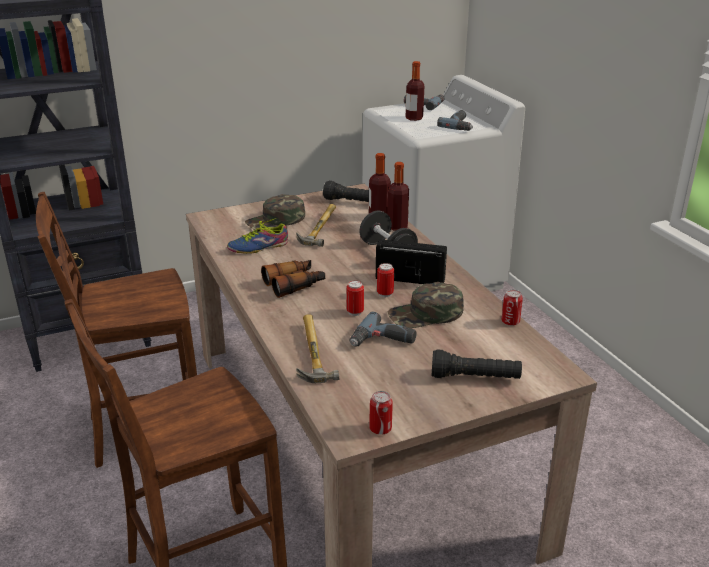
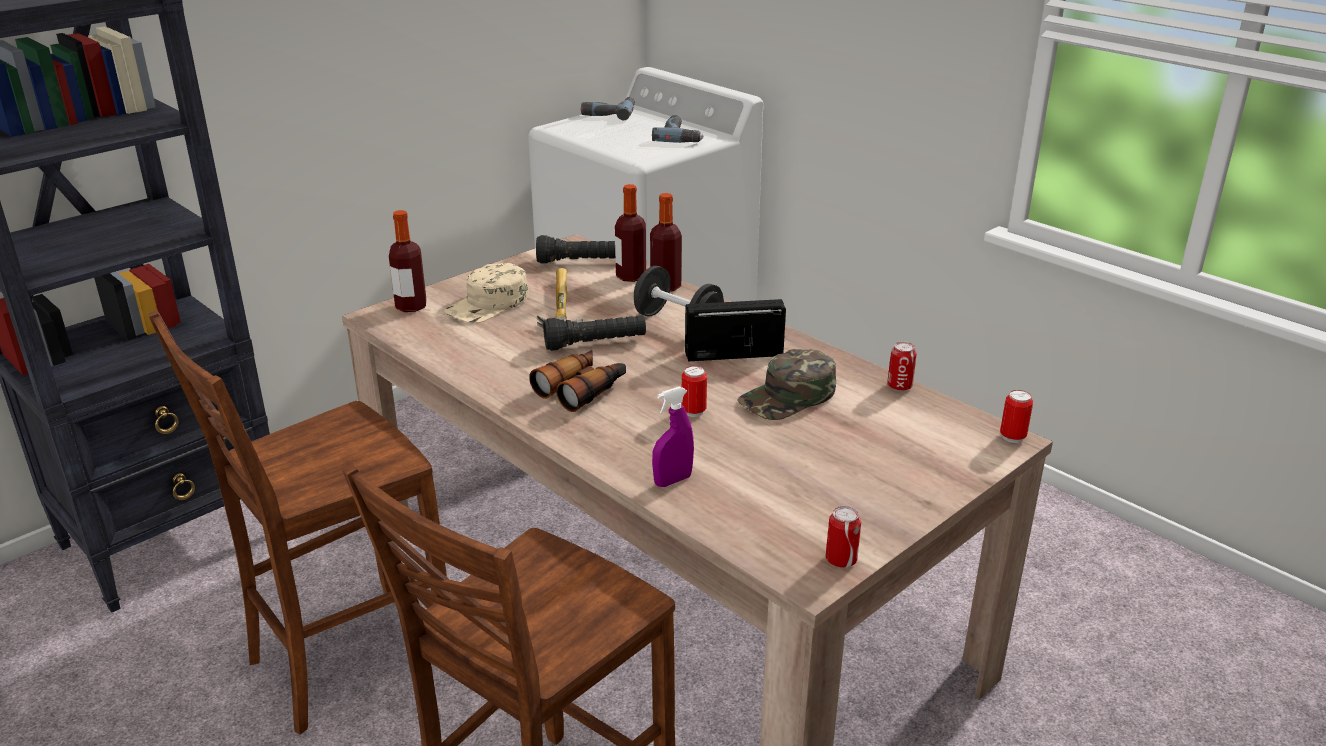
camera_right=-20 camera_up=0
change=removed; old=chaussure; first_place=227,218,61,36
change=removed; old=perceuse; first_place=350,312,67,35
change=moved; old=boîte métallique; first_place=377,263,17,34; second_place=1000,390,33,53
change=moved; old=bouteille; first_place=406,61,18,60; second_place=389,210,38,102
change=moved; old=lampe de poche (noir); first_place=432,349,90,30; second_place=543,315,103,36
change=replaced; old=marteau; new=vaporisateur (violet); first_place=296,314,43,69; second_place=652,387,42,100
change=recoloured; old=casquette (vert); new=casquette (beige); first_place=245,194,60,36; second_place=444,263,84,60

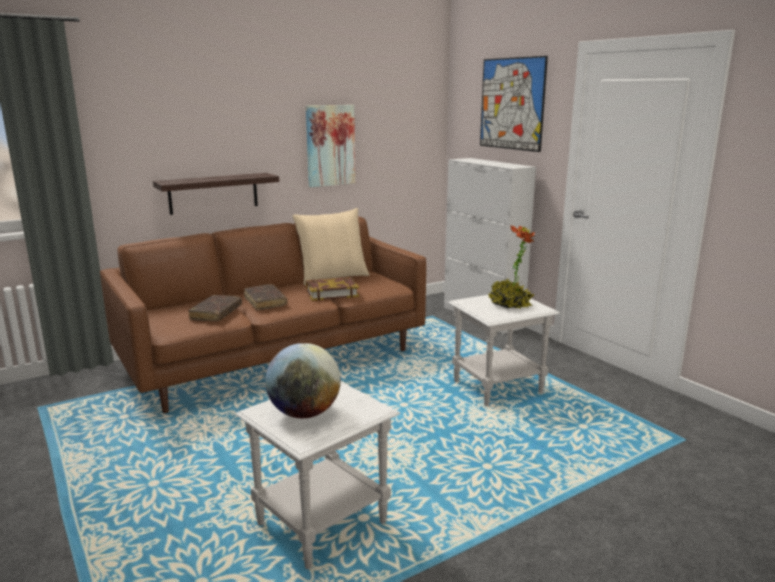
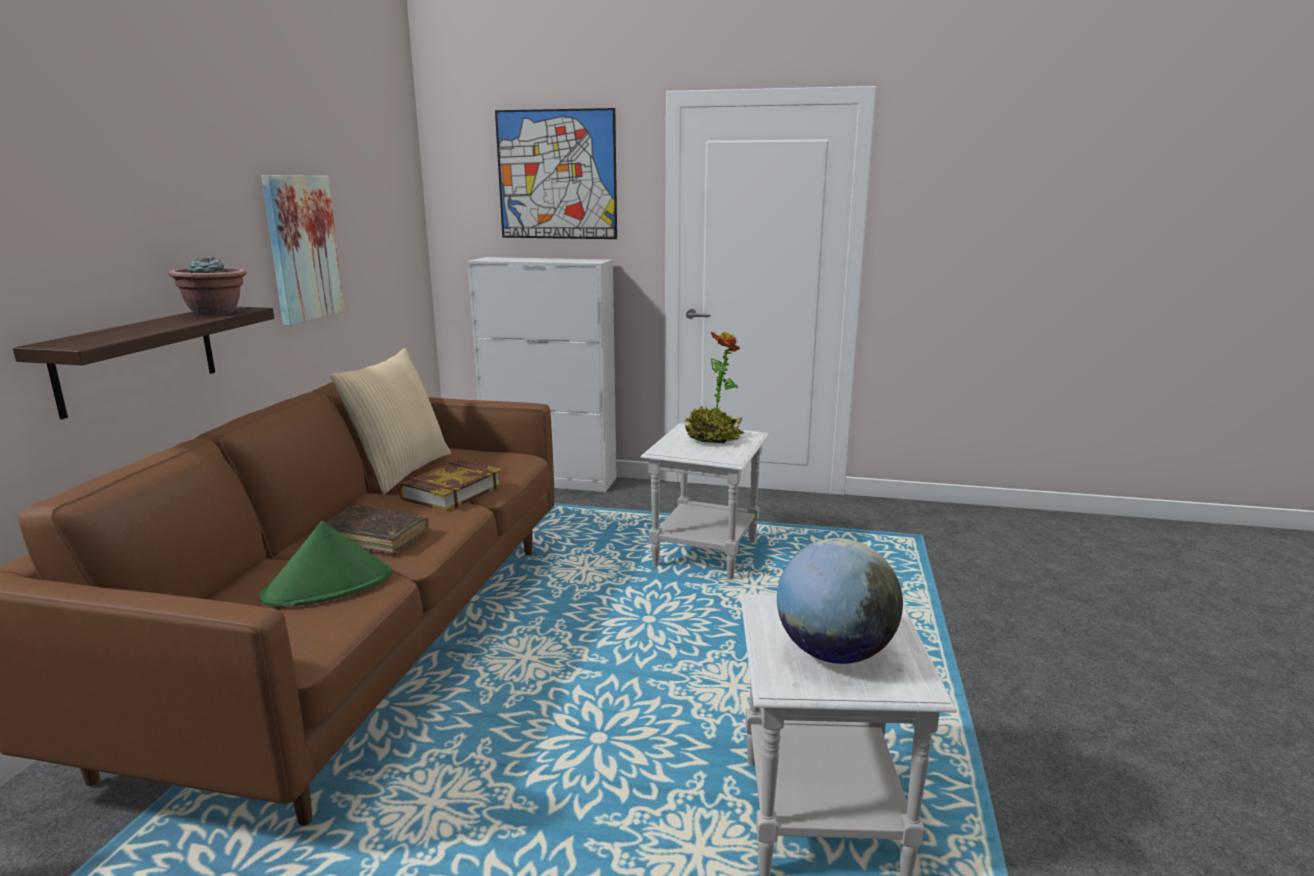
camera_right=-45 camera_up=0
change=added; new=plante en pot; second_place=169,257,78,59
change=replaced; old=livre (marron); new=chapeau (vert); first_place=188,295,54,26; second_place=259,521,134,86

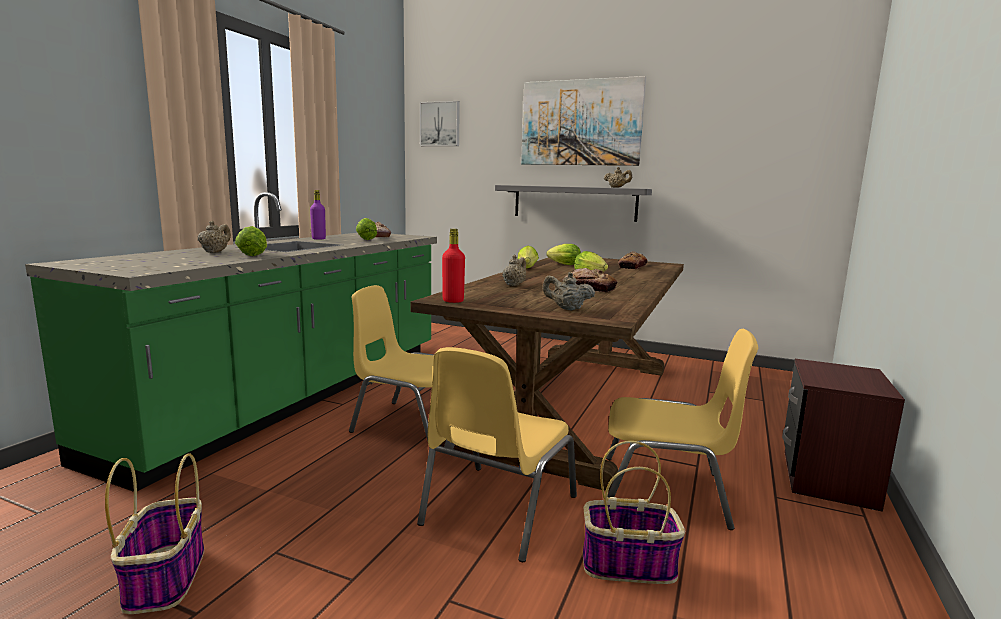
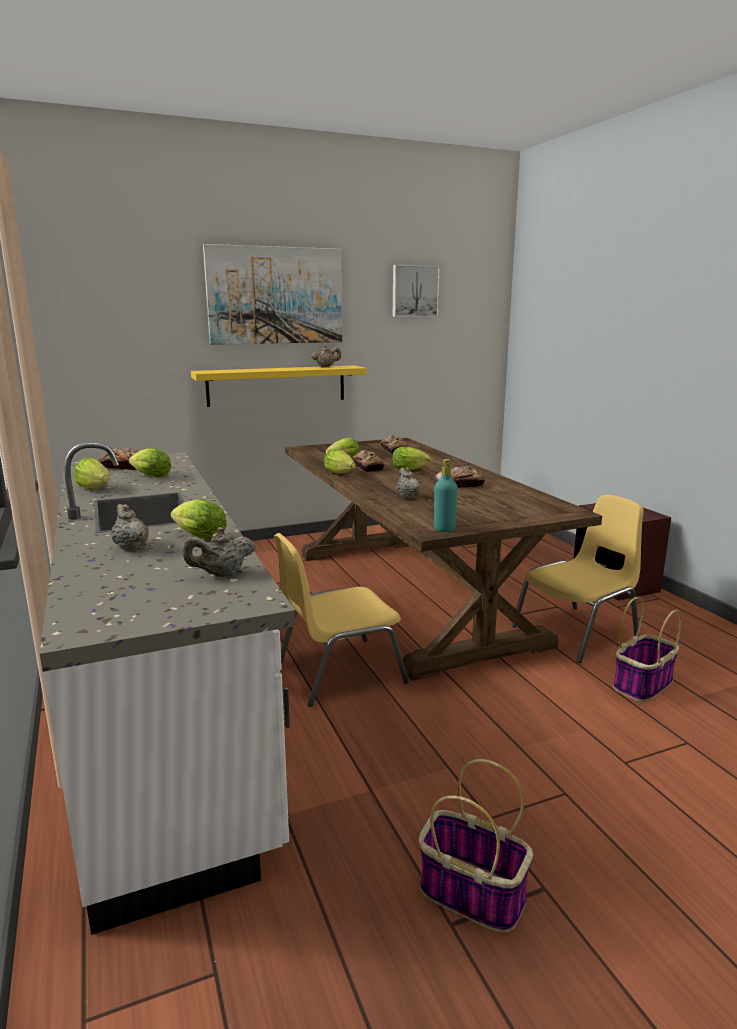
camera_right=-45 camera_up=5
change=removed; old=chaise (jaune); first_place=417,347,160,215
change=added; new=pain; second_place=352,450,33,22
change=moved; old=tableau; first_place=420,101,40,45; second_place=393,265,47,52
change=moved; old=théière (beige); first_place=542,272,53,39; second_place=183,527,72,50
change=replaced; old=bouteille (violet); new=laitue; first_place=310,190,16,50; second_place=74,458,36,32
change=recoloured; old=comptoir de cuisine (vert); new=comptoir de cuisine (blanc); first_place=25,192,412,300; second_place=40,442,255,493
change=recoloured; old=bouteille (rouge); new=bouteille (turquoise); first_place=442,229,23,74; second_place=434,459,24,73
change=recoloured; old=étagère (gris); new=étagère (jaune); first_place=495,185,157,37; second_place=191,365,176,42

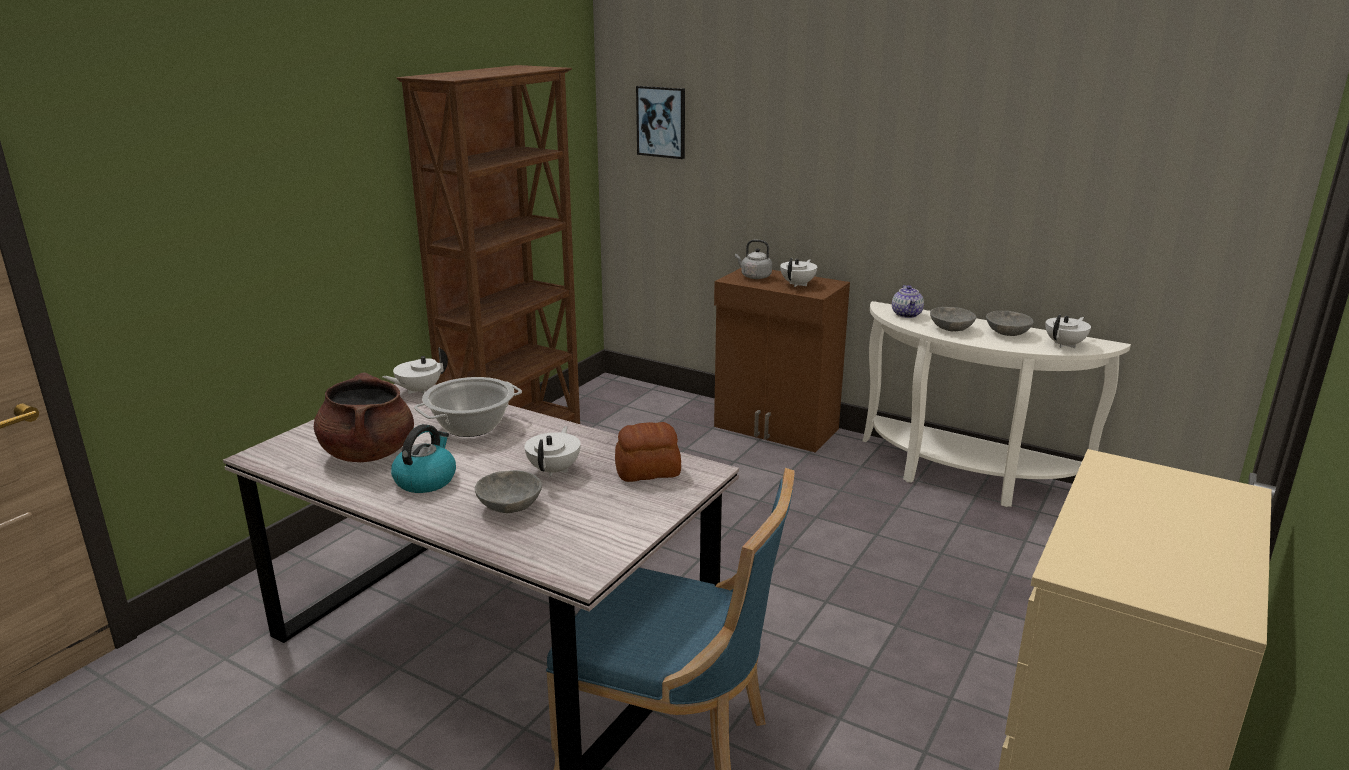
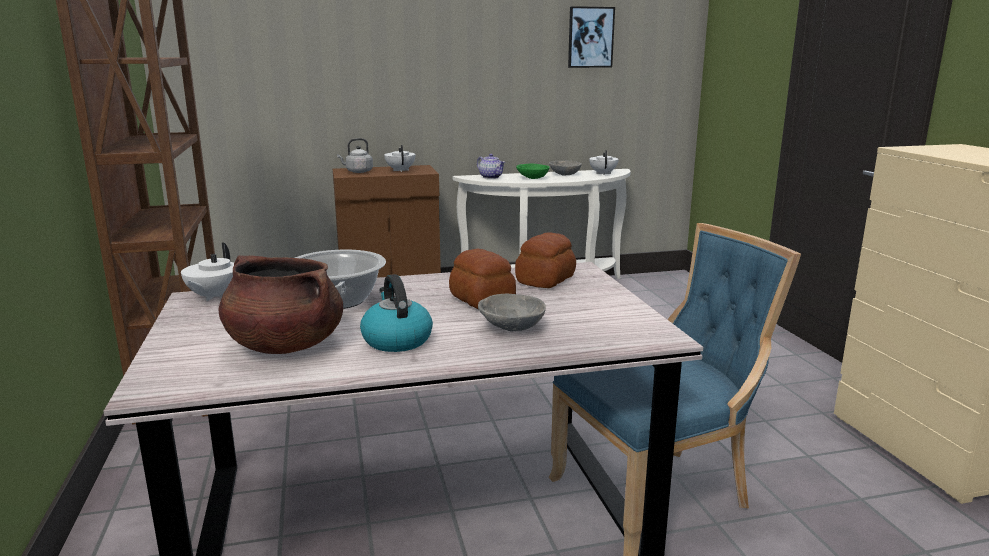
camera_right=-45 camera_up=-5
change=moved; old=tableau; first_place=636,86,49,73; second_place=568,6,47,62
change=replaced; old=théière (blanc); new=pain; first_place=524,426,57,51; second_place=449,249,67,60
change=recoloured; old=bol (gris); new=bol (vert); first_place=930,307,46,24; second_place=516,164,34,15

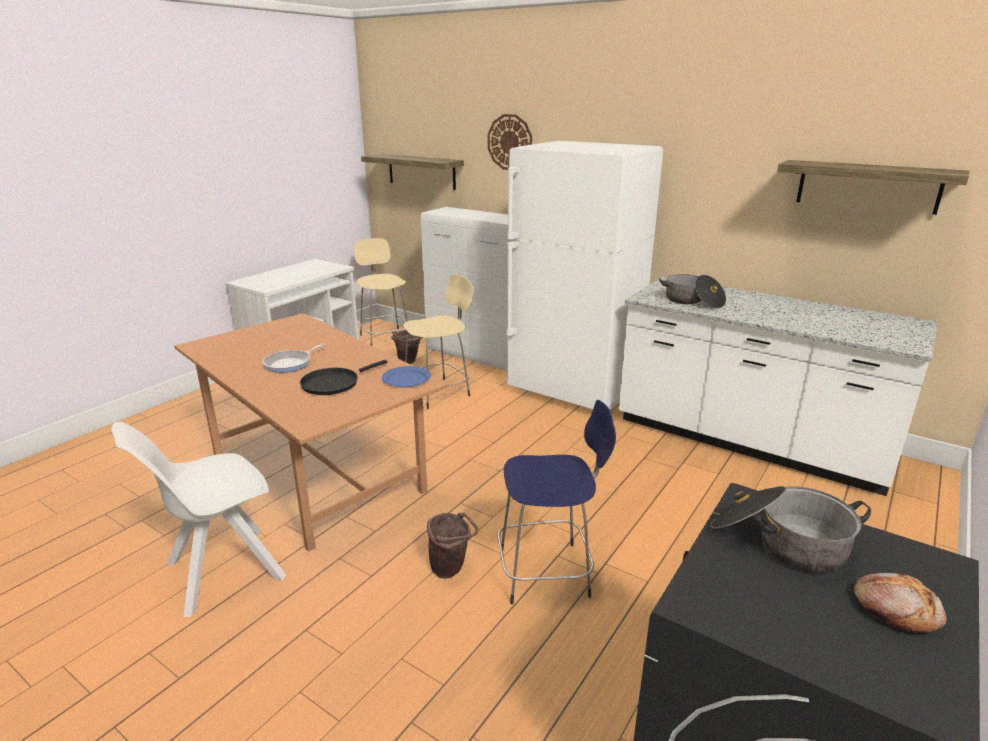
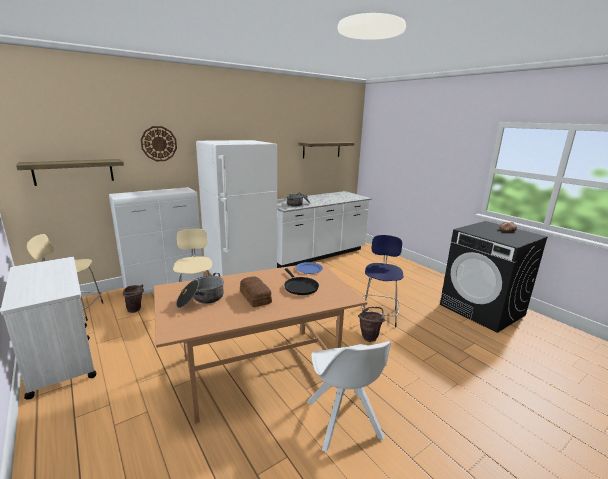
camera_right=-70 camera_up=-5
change=moved; old=marmite; first_place=711,486,160,87; second_place=176,273,48,35
change=replaced; old=poêle; new=pain; first_place=262,344,63,29; second_place=240,276,32,31

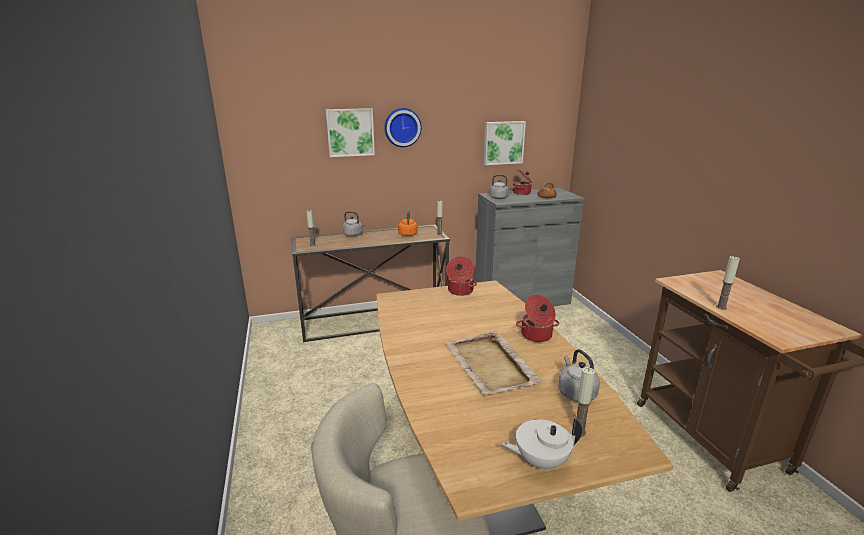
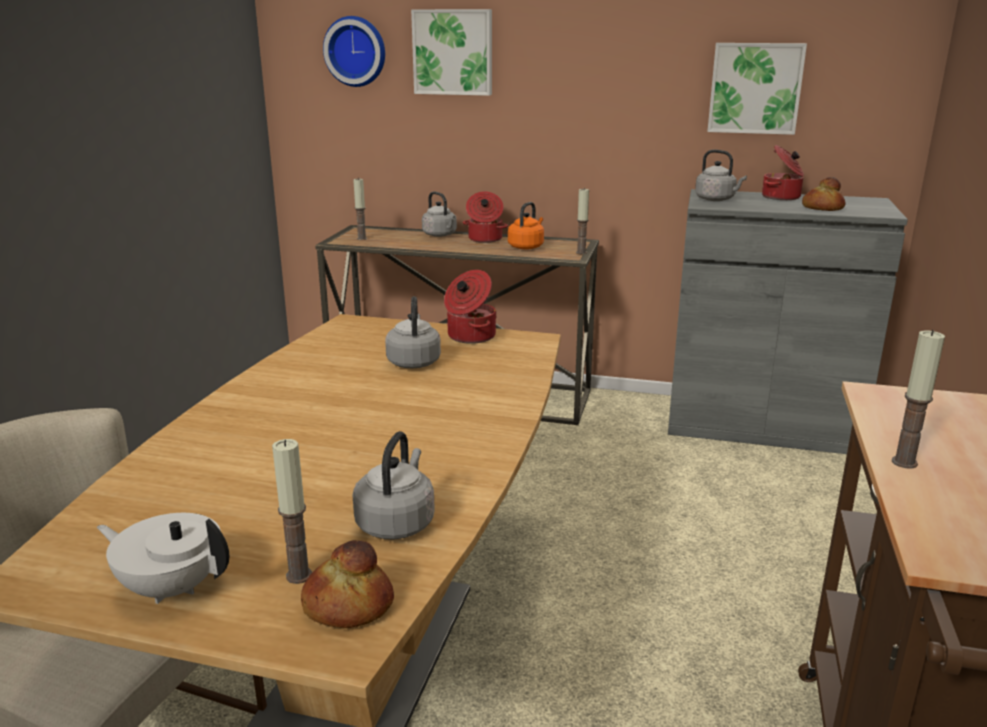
camera_right=30 camera_up=0
change=removed; old=plateau (beige); first_place=446,331,97,64
change=added; new=pain; second_place=301,540,93,88
change=added; new=bouilloire (gris); second_place=385,296,56,72
change=moved; old=horloge murale; first_place=384,108,38,39; second_place=323,16,62,71
change=moved; old=marmite; first_place=516,295,43,47; second_place=463,191,45,52

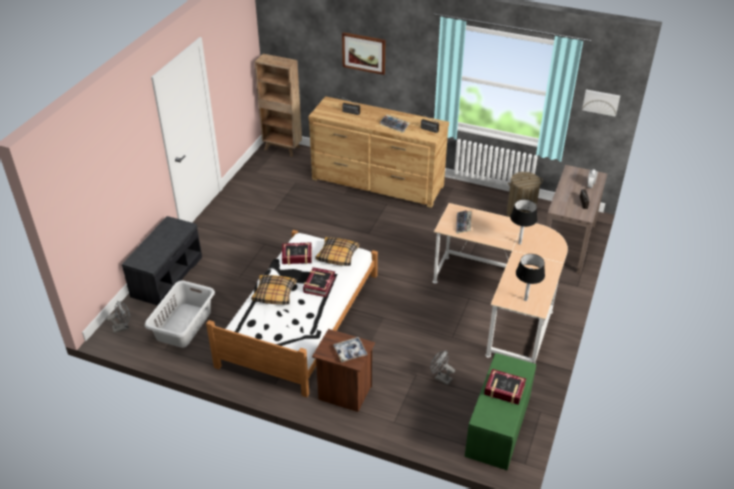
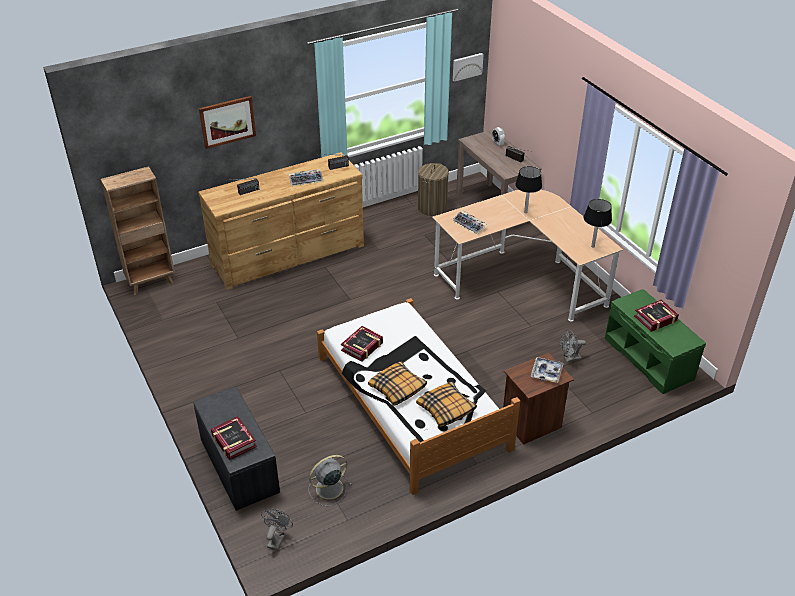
camera_right=-50 camera_up=0
change=moved; old=livre; first_place=303,267,32,30; second_place=211,416,46,44
change=moved; old=coussin; first_place=315,237,44,29; second_place=416,382,61,45
change=replaced; old=panier à linge (gris); new=ventilateur (gris); first_place=145,280,70,68; second_place=308,455,44,51

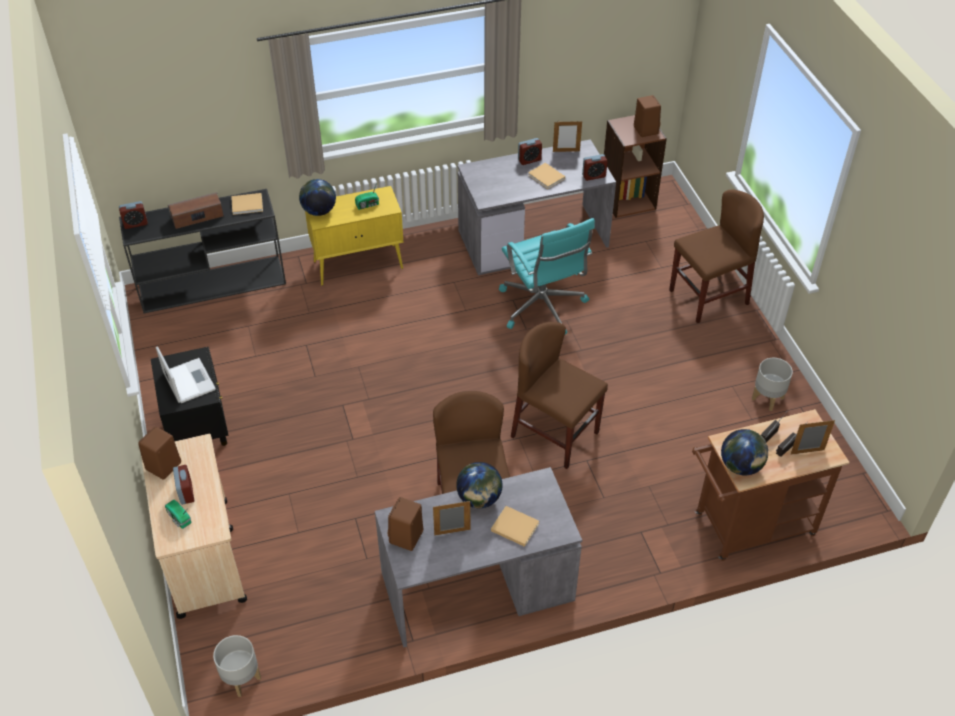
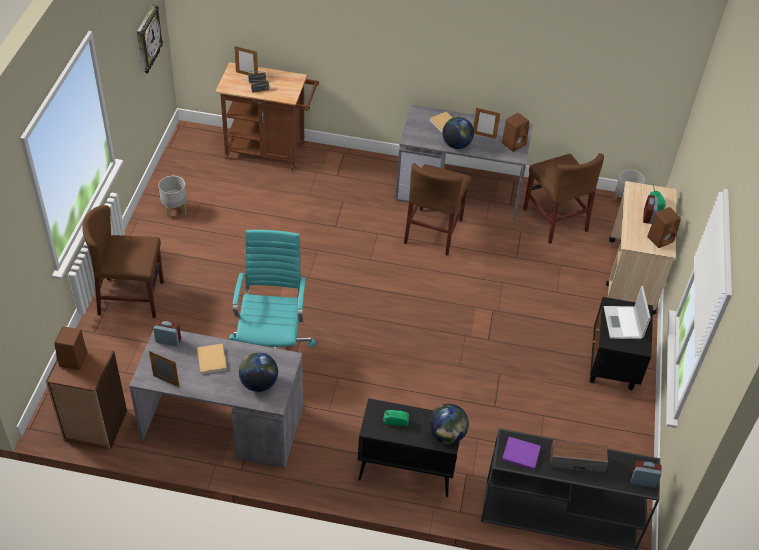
camera_right=-155 camera_up=0
change=removed; old=réveil; first_place=518,138,24,27
change=added; new=horloge murale; second_place=137,4,26,69
change=moved; old=chaise (marron); first_place=511,322,97,147; second_place=523,153,81,91
change=moved; old=globe; first_place=721,429,47,47; second_place=239,352,39,40
change=recoloured; old=livre (beige); new=livre (violet); first_place=231,193,32,22; second_place=502,437,39,33
change=recoloured; old=meuble de rangement (jaune); new=meuble de rangement (noir); first_place=305,186,99,100; second_place=358,398,101,99

